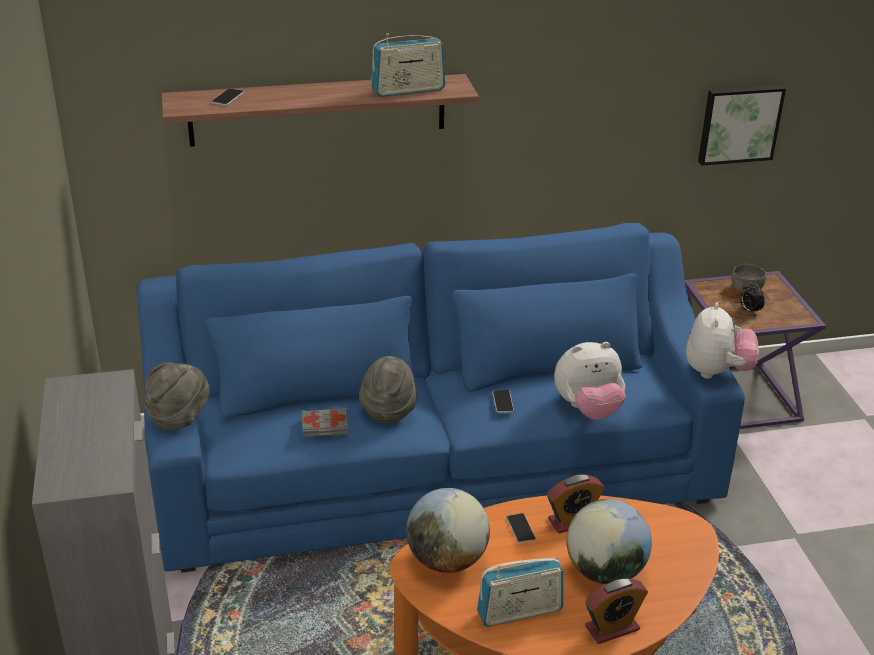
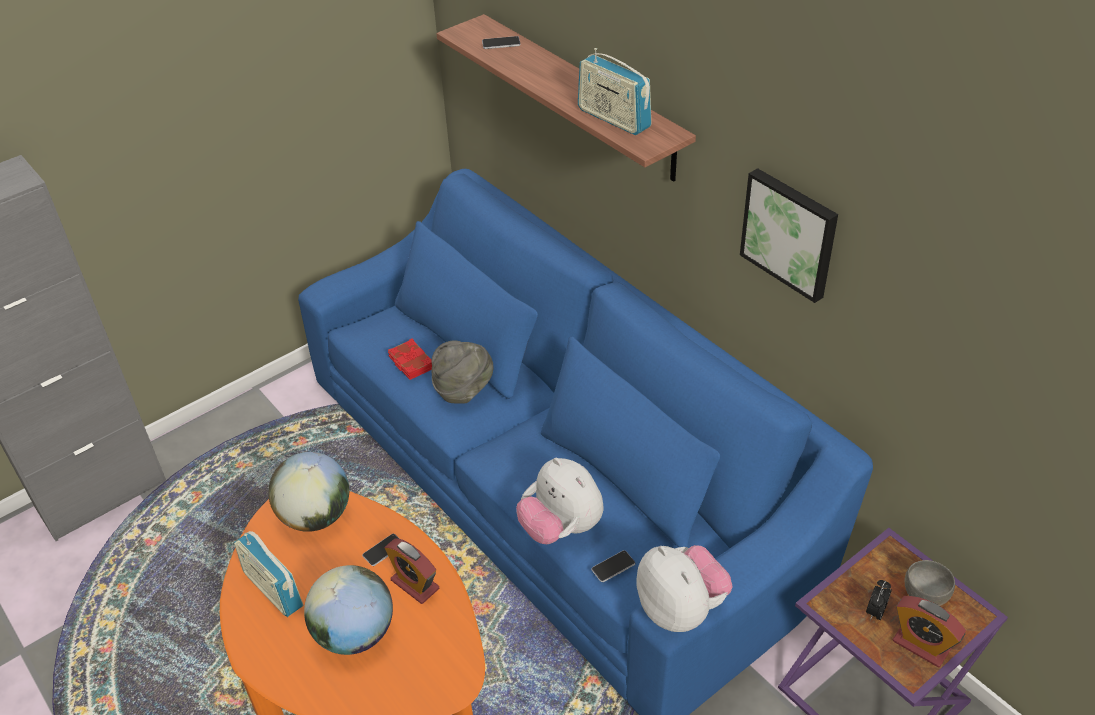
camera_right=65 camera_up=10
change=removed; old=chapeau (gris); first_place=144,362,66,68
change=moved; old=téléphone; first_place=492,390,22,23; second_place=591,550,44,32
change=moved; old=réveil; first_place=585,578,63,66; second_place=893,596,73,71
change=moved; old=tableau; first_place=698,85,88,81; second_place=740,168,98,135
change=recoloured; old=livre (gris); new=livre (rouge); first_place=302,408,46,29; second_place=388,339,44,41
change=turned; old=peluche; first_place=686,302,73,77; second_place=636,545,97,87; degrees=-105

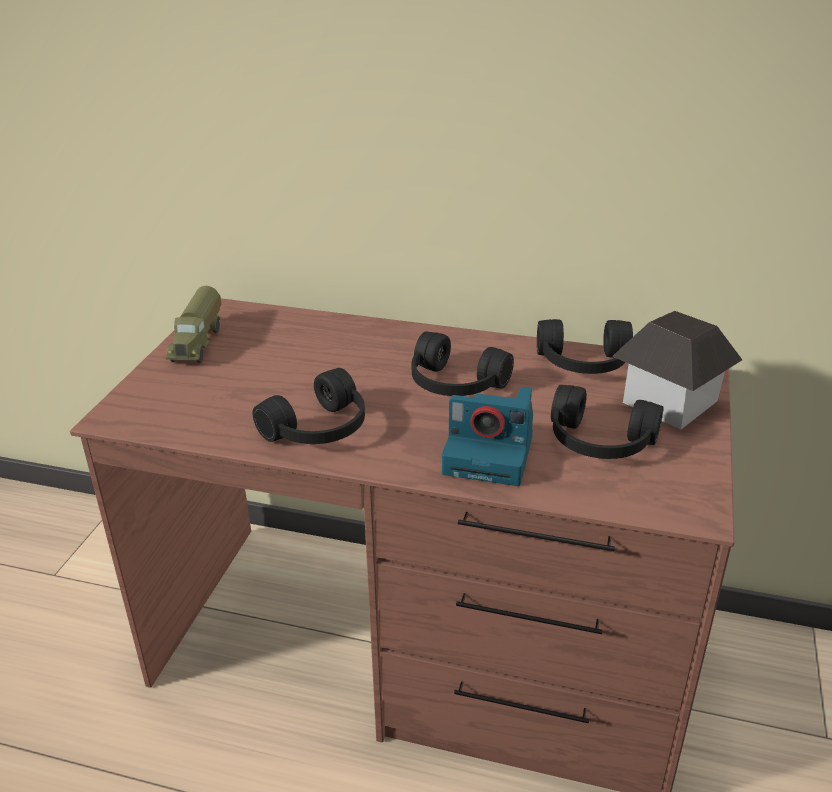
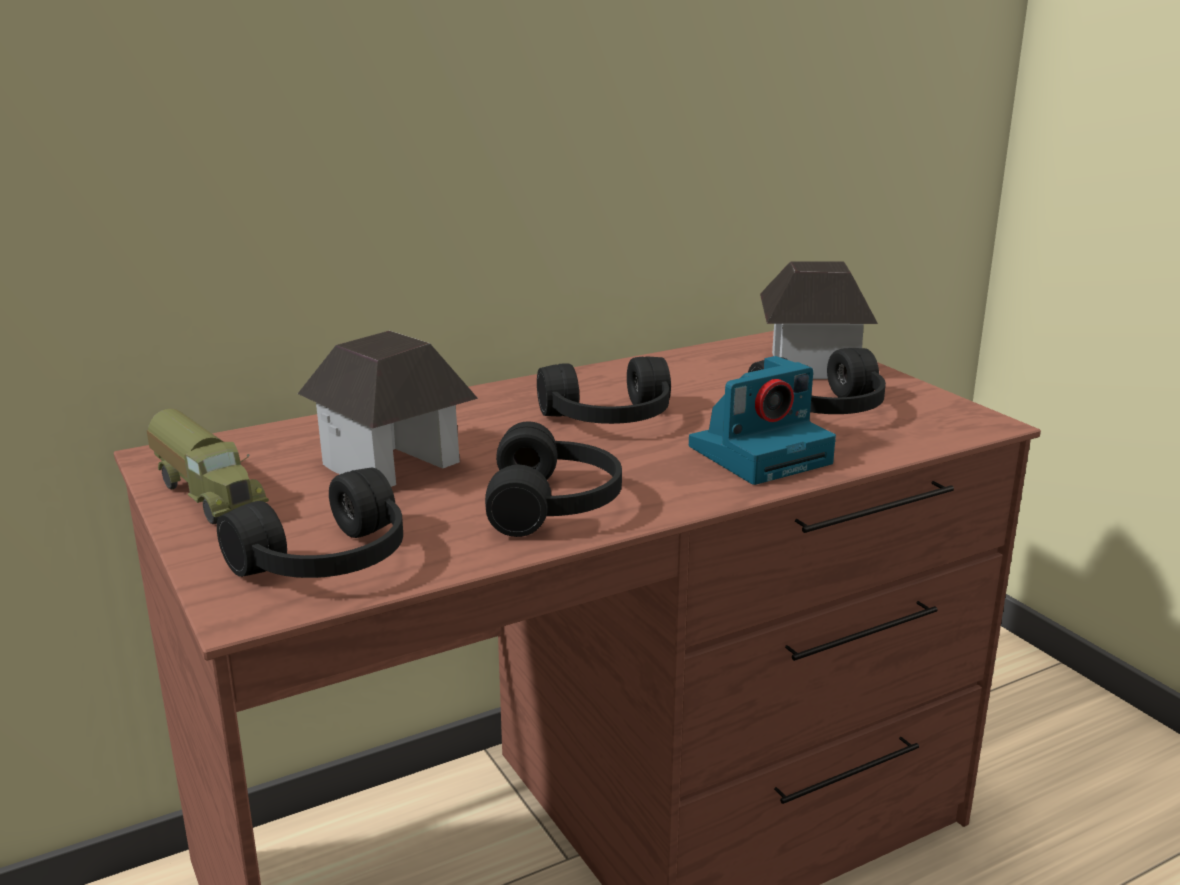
camera_right=-45 camera_up=-10
change=added; new=maison miniature; second_place=298,331,180,156
change=moved; old=casque audio (noir); first_place=537,319,96,55; second_place=217,468,186,110

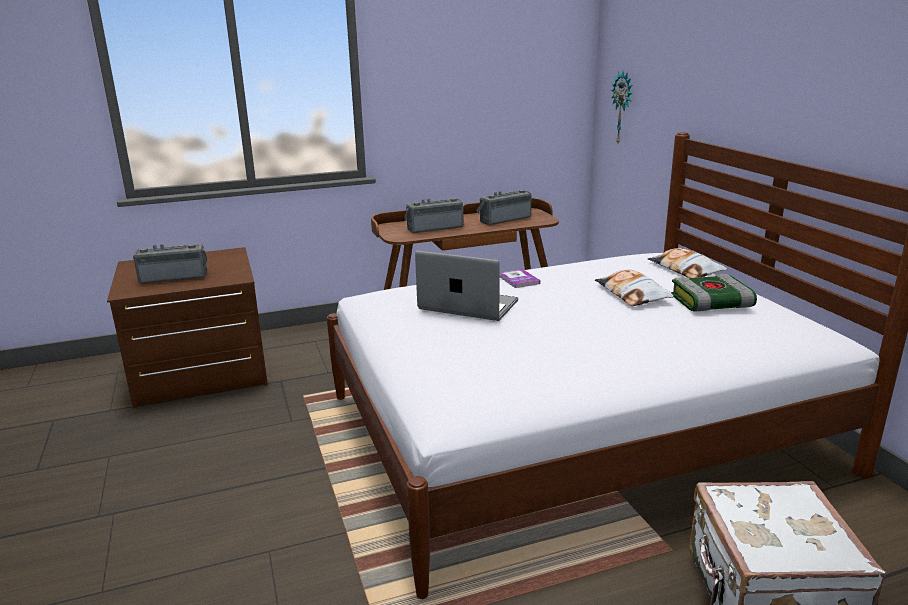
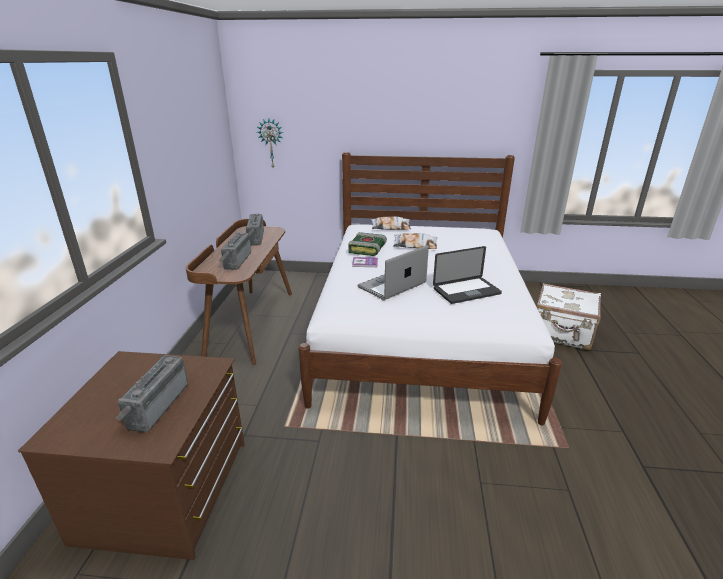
camera_right=-65 camera_up=5
change=added; new=ordinateur portable; second_place=433,246,69,58
change=moved; old=livre; first_place=671,274,86,38; second_place=348,232,39,24

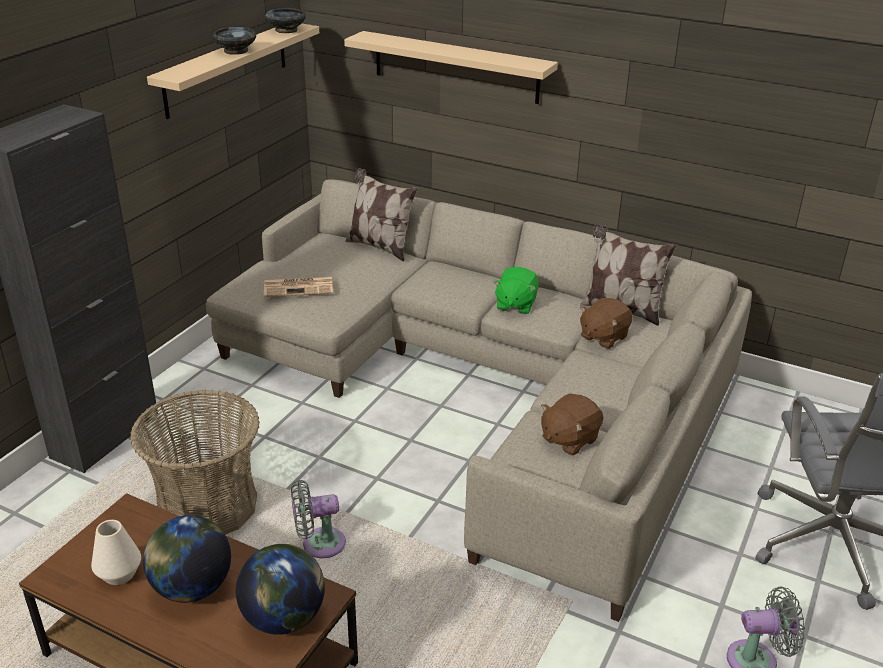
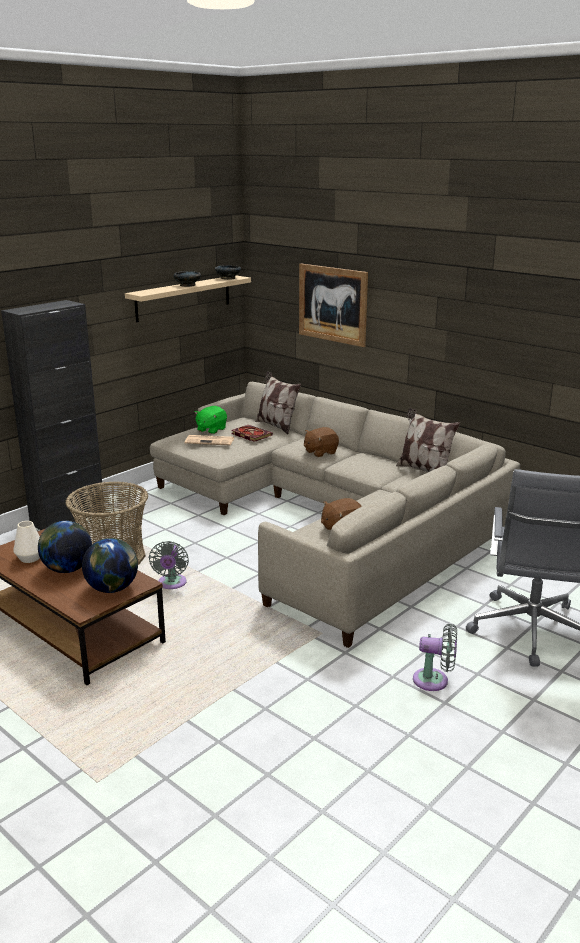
camera_right=15 camera_up=-10
change=added; new=livre; second_place=231,425,42,17
change=moved; old=peluche (vert); first_place=493,267,45,47; second_place=195,406,32,28
change=moved; old=peluche (marron); first_place=580,298,53,51; second_place=304,427,35,30
change=replaced; old=étagère (beige); new=tableau; first_place=344,31,214,73; second_place=299,264,69,83
change=turned; old=ventilateur (gris); first_place=291,480,55,78; second_place=149,541,40,48; degrees=-90

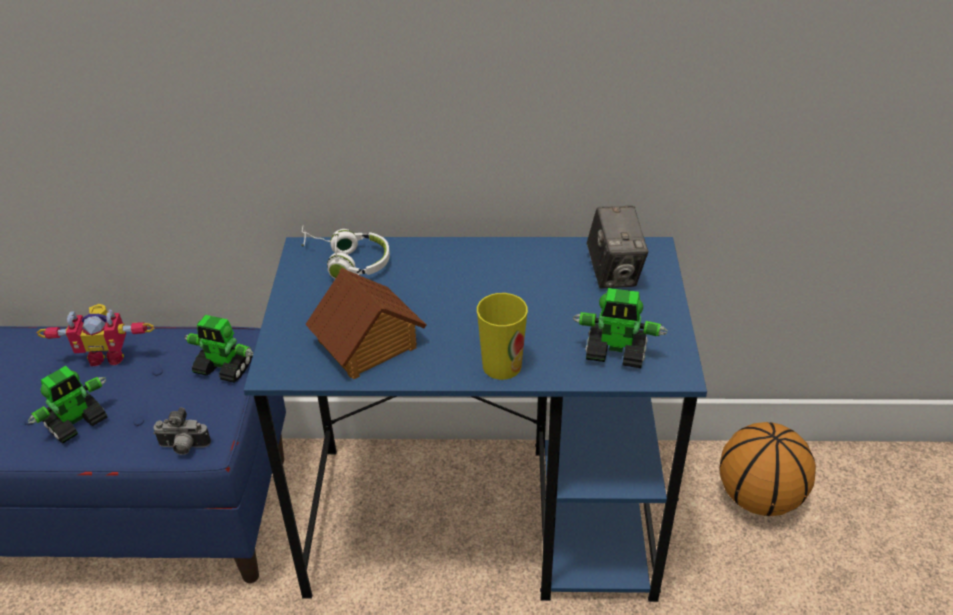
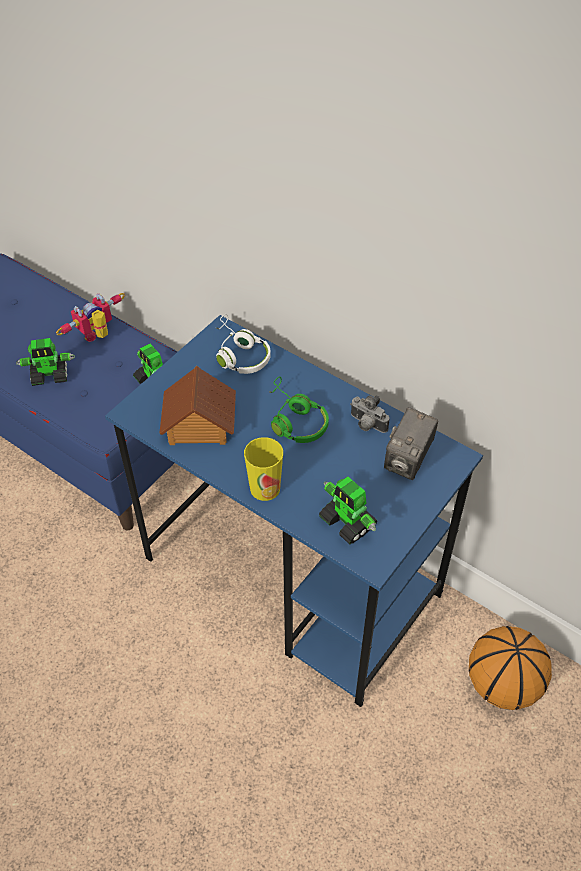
camera_right=35 camera_up=10
change=added; new=casque audio (vert); second_place=270,376,59,67
change=moved; old=appareil photo; first_place=153,407,58,48; second_place=350,395,40,38
change=turned; old=robot jouet; first_place=37,304,118,62; second_place=56,293,69,49; degrees=105

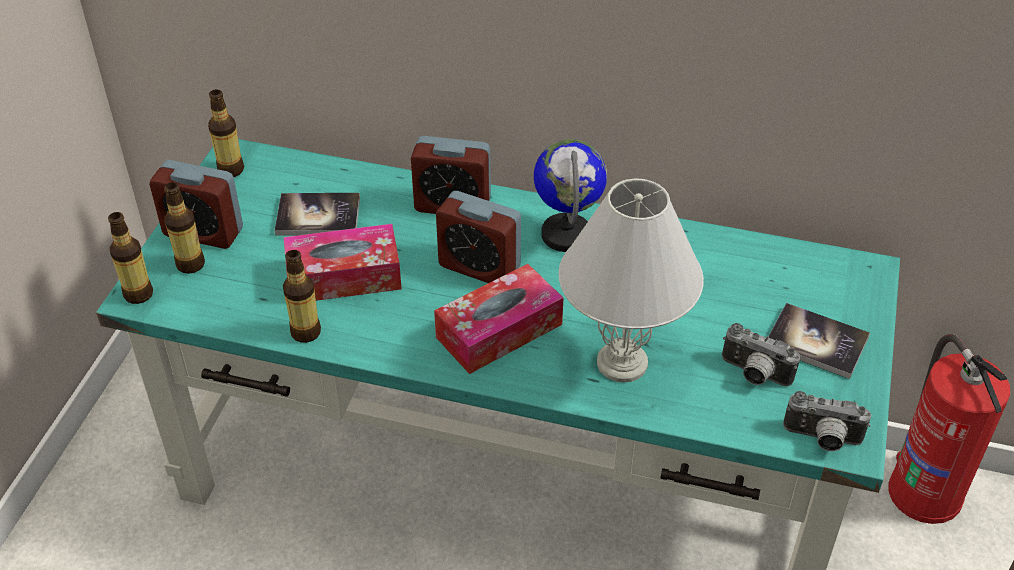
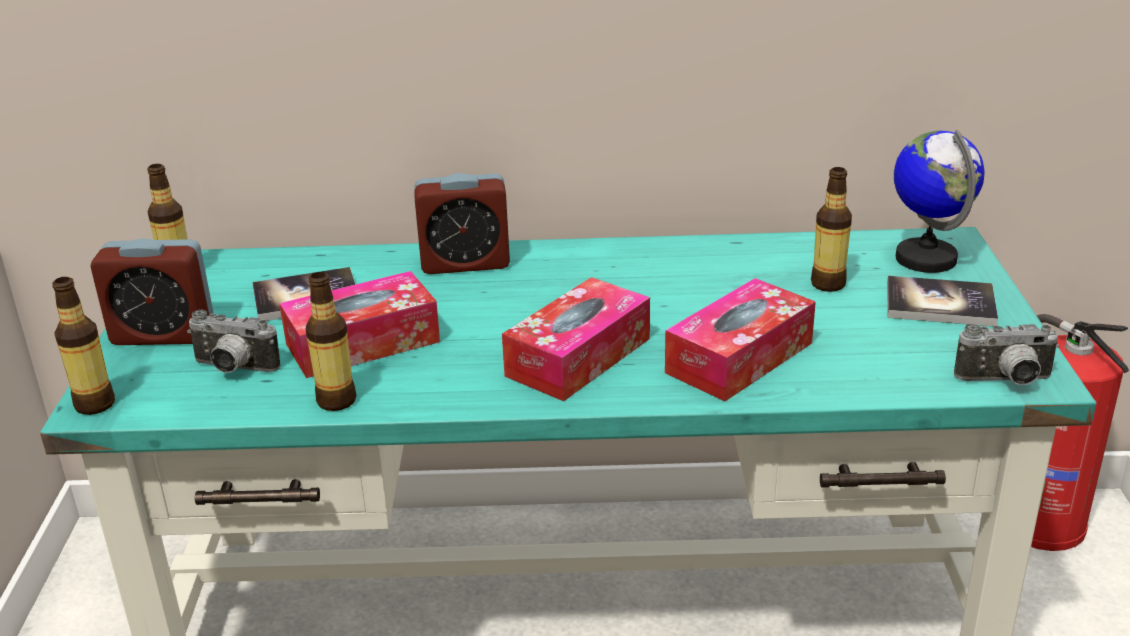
camera_right=-15 camera_up=-15
change=removed; old=réveil; first_place=436,191,85,92
change=moved; old=bouteille; first_place=164,182,41,92; second_place=811,167,41,125
change=moved; old=globe; first_place=534,139,73,113; second_place=894,130,91,143
change=moved; old=appareil photo; first_place=722,323,78,63; second_place=187,310,94,63
change=replaced; old=lampe de table (blanc); new=boîte à mouchoirs; first_place=558,178,146,204; second_place=665,278,151,123

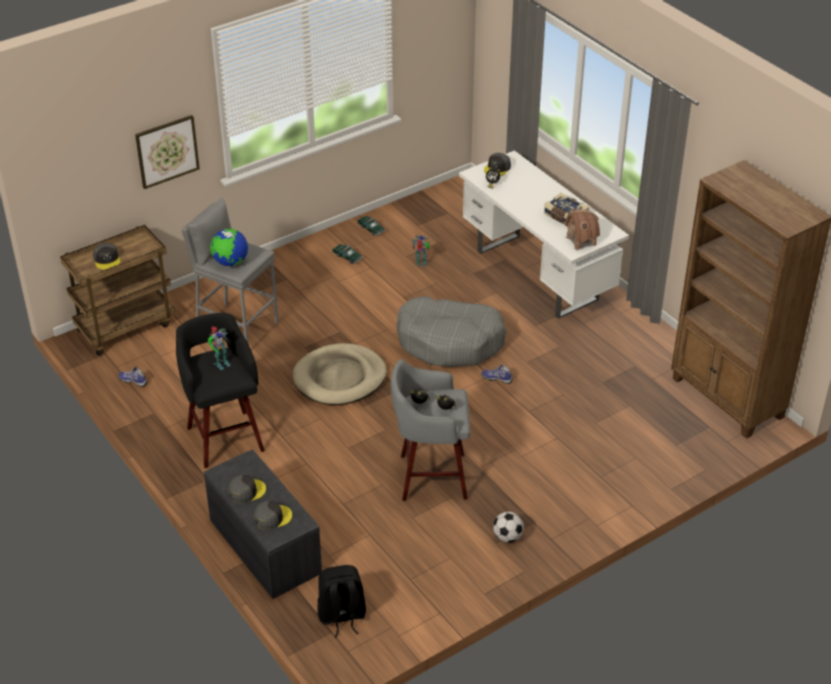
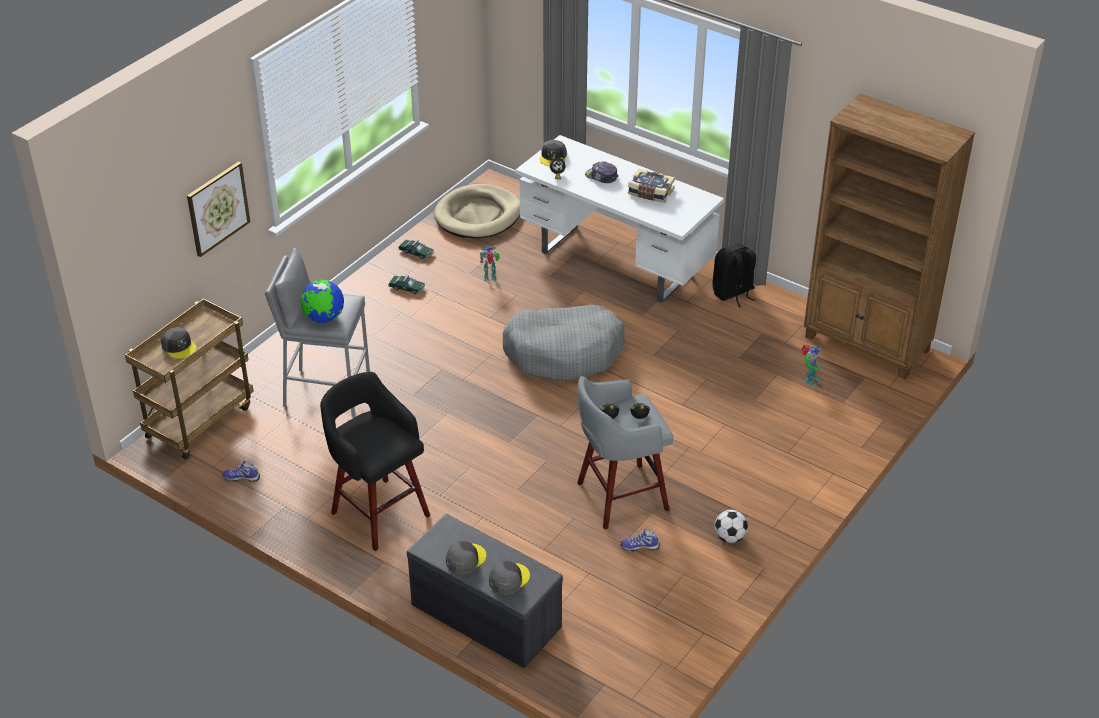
camera_right=-20 camera_up=0
change=removed; old=maison miniature; first_place=565,208,35,43
change=added; new=casquette; second_place=585,162,33,21
change=moved; old=robot jouet; first_place=207,326,24,44; second_place=802,345,20,41
change=moved; old=panier pour chien (beige); first_place=293,343,94,62; second_place=434,184,86,54
change=moved; old=sac à dos (noir); first_place=317,565,49,73; second_place=712,243,44,64
change=moved; old=chaussure; first_place=481,365,32,19; second_place=621,529,39,22

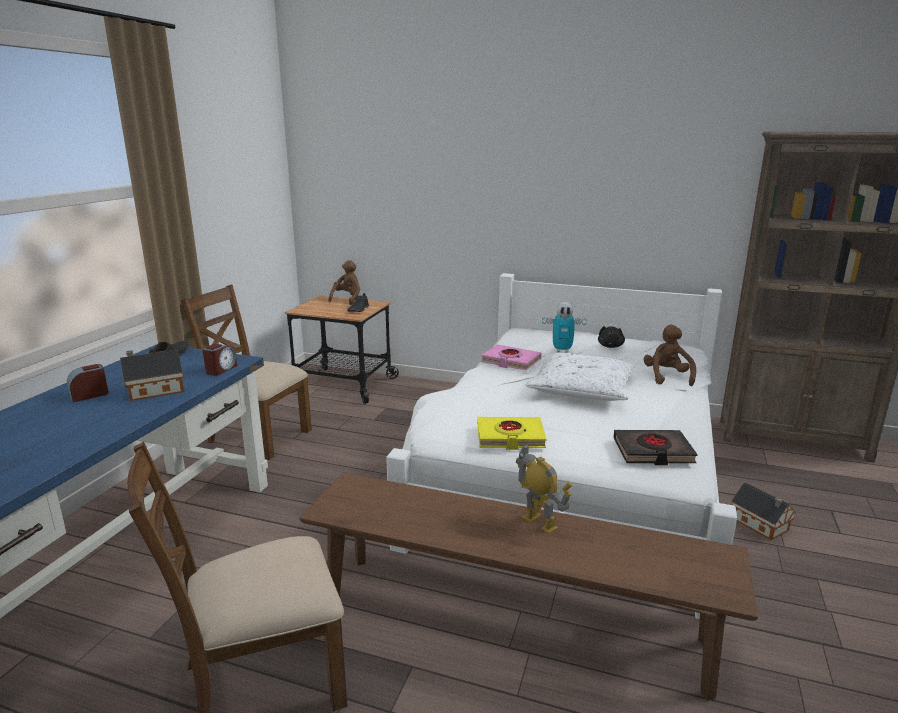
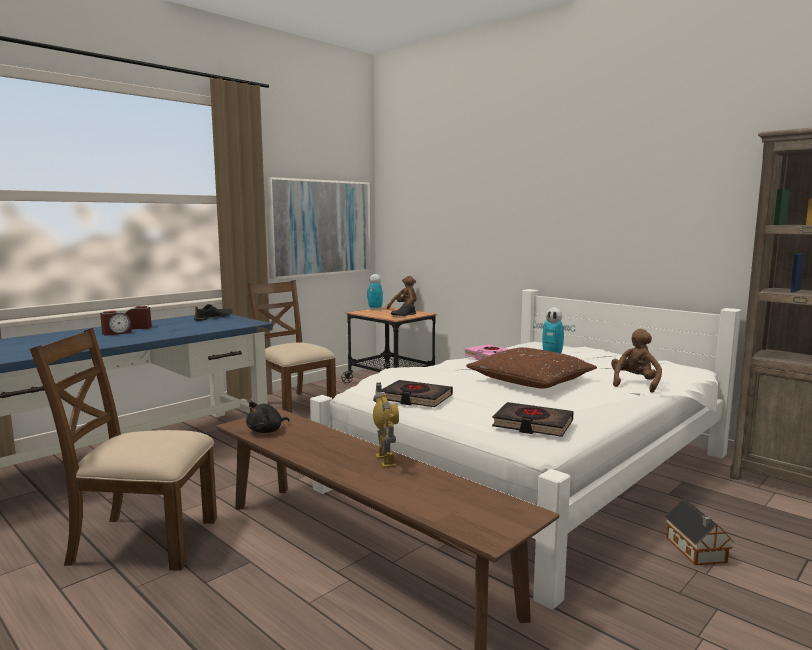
camera_right=25 camera_up=-10
change=removed; old=maison miniature; first_place=120,350,64,51
change=added; new=tableau; second_place=265,177,105,102
change=added; new=robot jouet; second_place=367,274,16,36
change=moved; old=réveil; first_place=202,344,35,31; second_place=100,311,32,25
change=moved; old=peluche (noir); first_place=598,326,27,22; second_place=246,402,44,31
change=recoloured; old=livre (jaune); new=livre (noir); first_place=477,417,70,33; second_place=381,380,72,27
change=recoloured; old=coussin (blanc); new=coussin (marron); first_place=526,353,109,48; second_place=466,347,131,42

